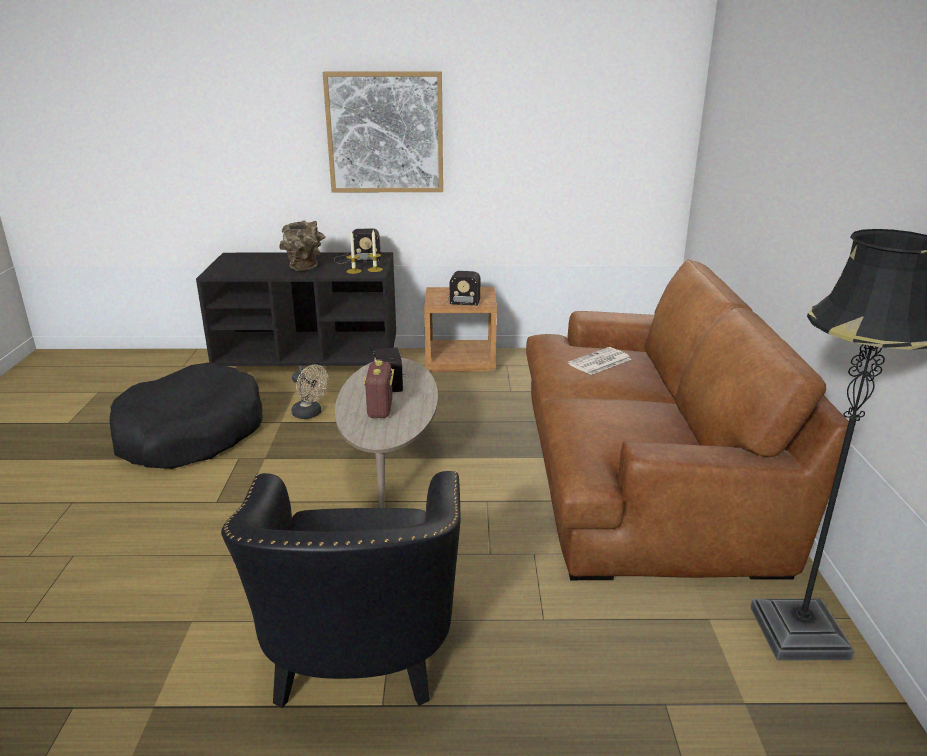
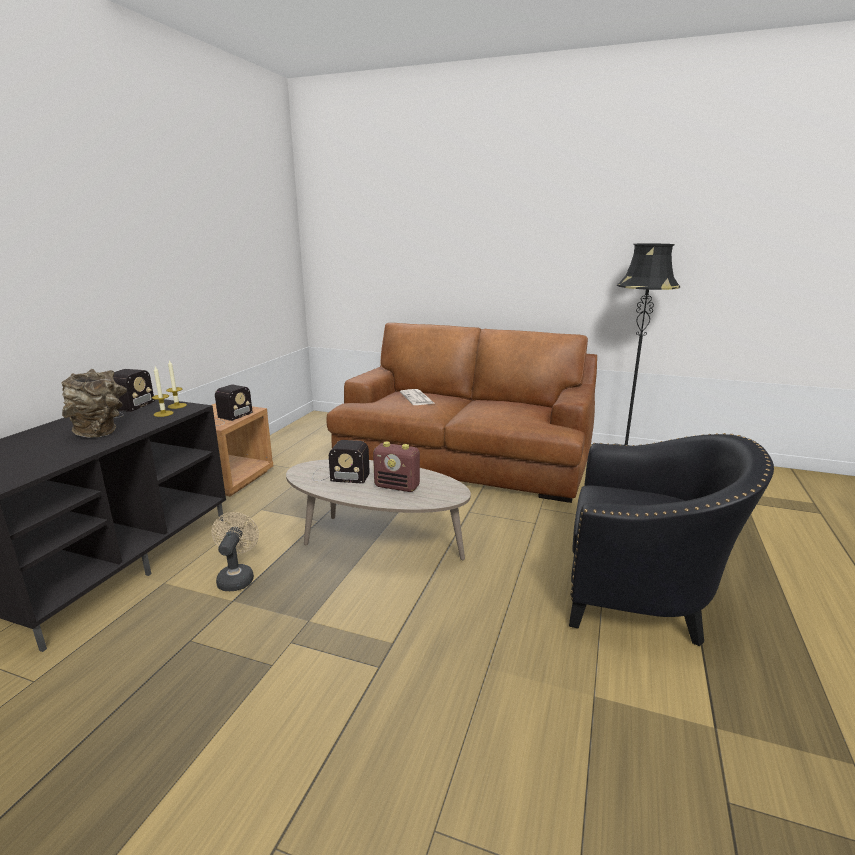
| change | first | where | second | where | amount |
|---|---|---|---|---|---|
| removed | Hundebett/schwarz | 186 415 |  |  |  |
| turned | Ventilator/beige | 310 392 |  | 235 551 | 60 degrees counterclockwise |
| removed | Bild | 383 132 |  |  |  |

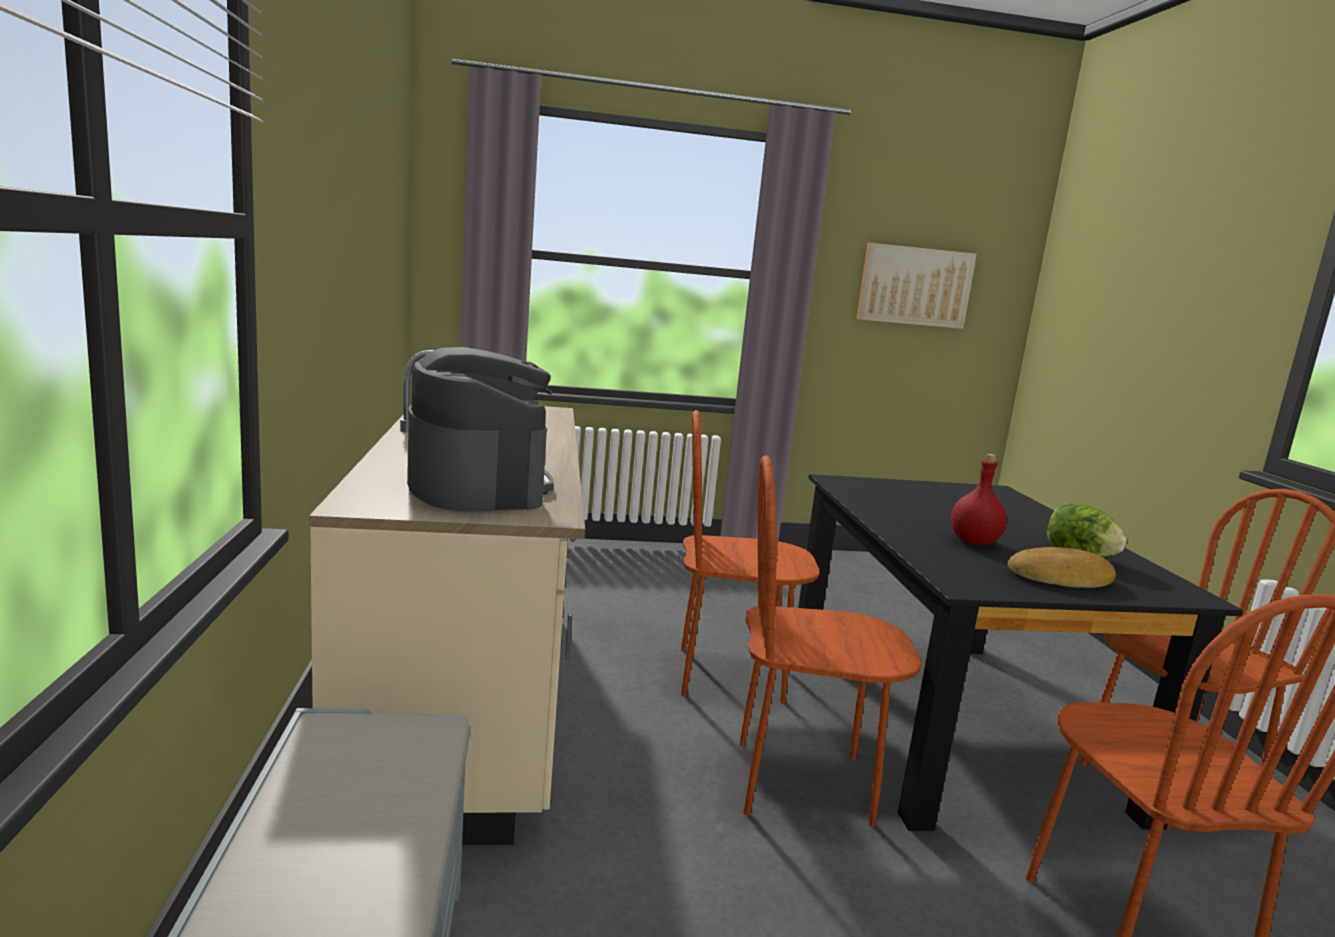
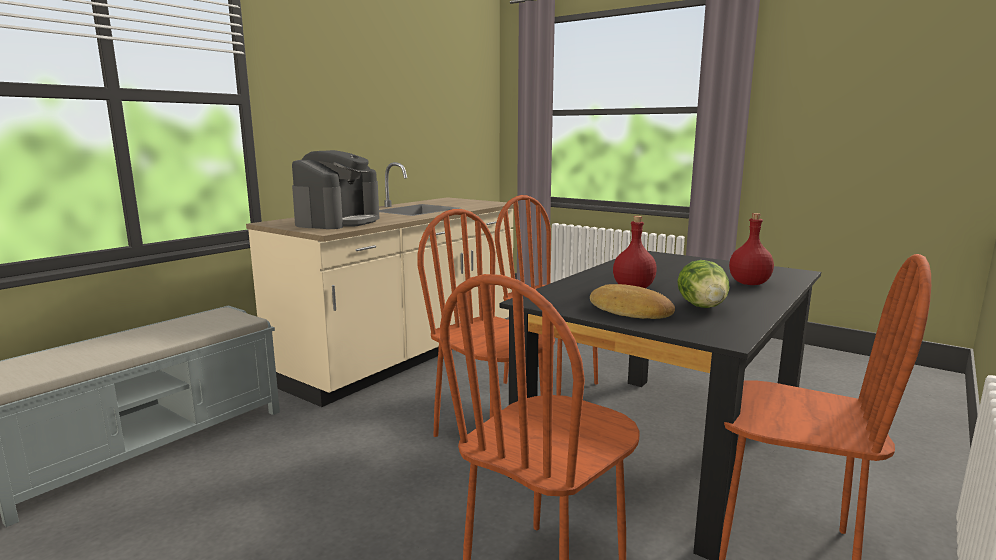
| change | first | where | second | where | amount |
|---|---|---|---|---|---|
| removed | Bild | 916 286 |  |  |  |
| added |  |  | Flasche/rot | 751 249 |  |

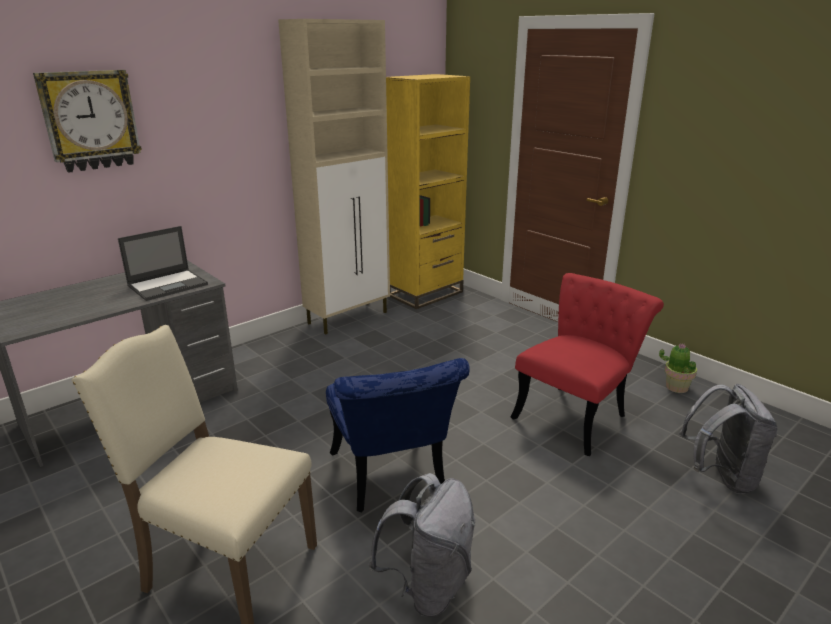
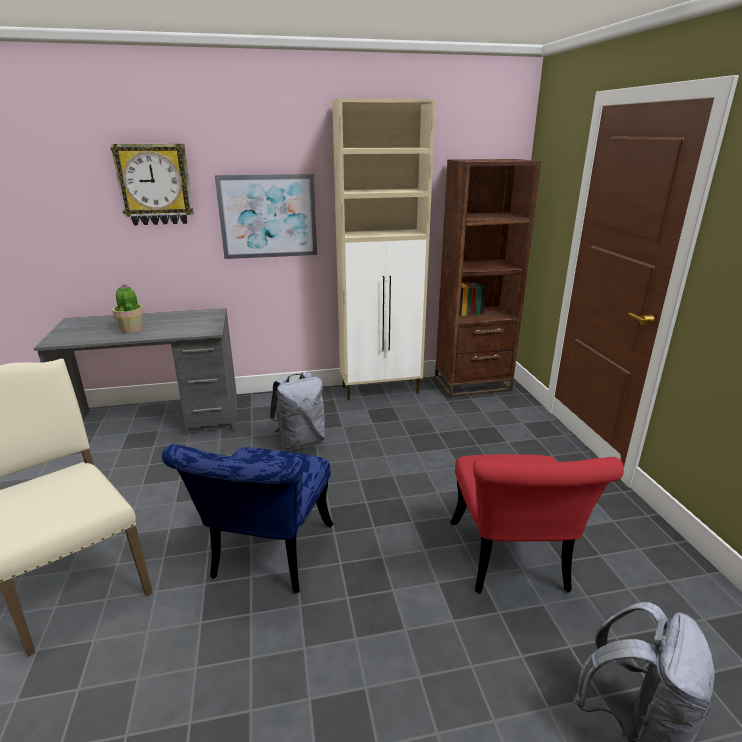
| change | first | where | second | where | amount |
|---|---|---|---|---|---|
| removed | Laptop | 163 263 |  |  |  |
| moved | Rucksack/grau | 422 545 |  | 297 411 |  |
| recoloured | Bücherregal/gelb | 428 191 | Bücherregal/braun | 488 278 |  |
| turned | Stuhl/rot | 587 364 |  | 537 524 | 105 degrees clockwise |
| moved | Topfpflanze | 678 368 |  | 128 308 |  |
| added |  |  | Bild | 266 216 |  |

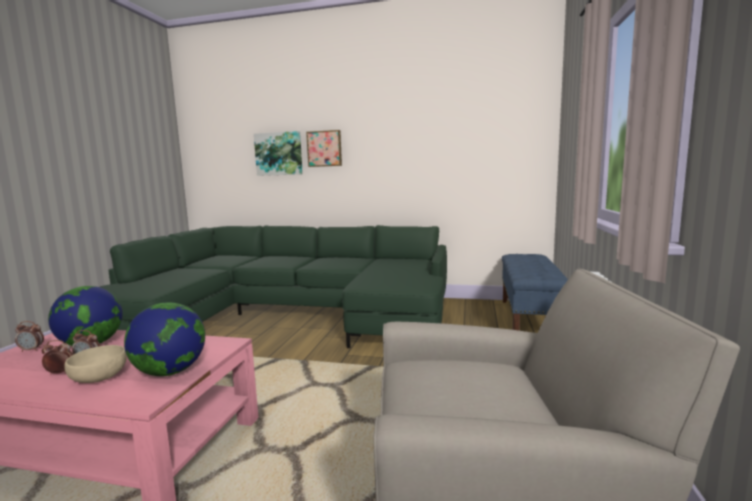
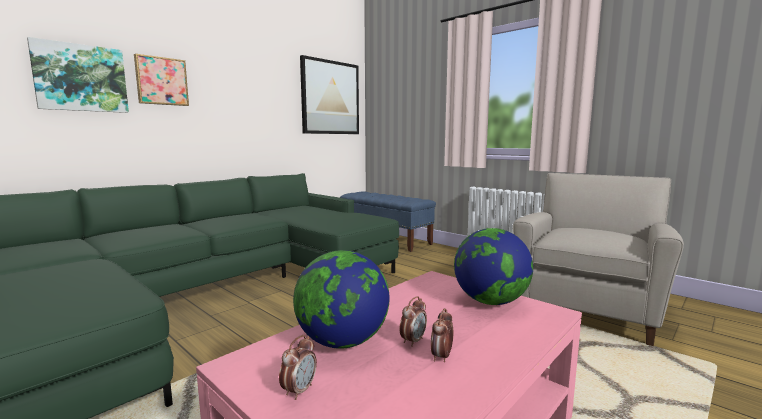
| change | first | where | second | where | amount |
|---|---|---|---|---|---|
| removed | Schüssel/beige | 95 364 |  |  |  |
| added |  |  | Bild | 329 94 |  |

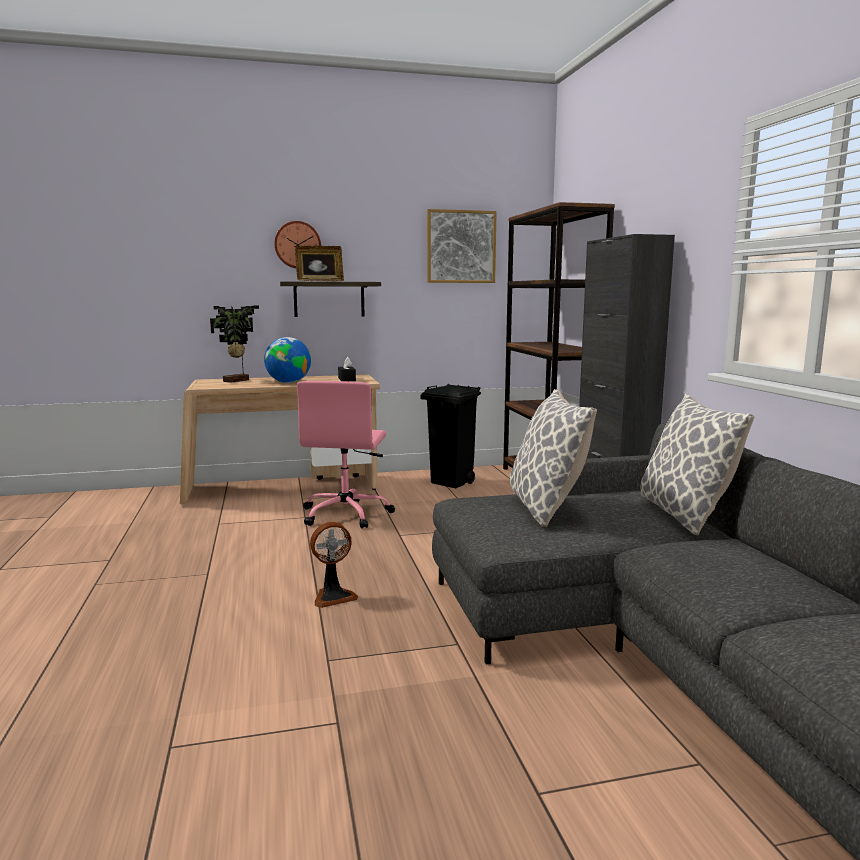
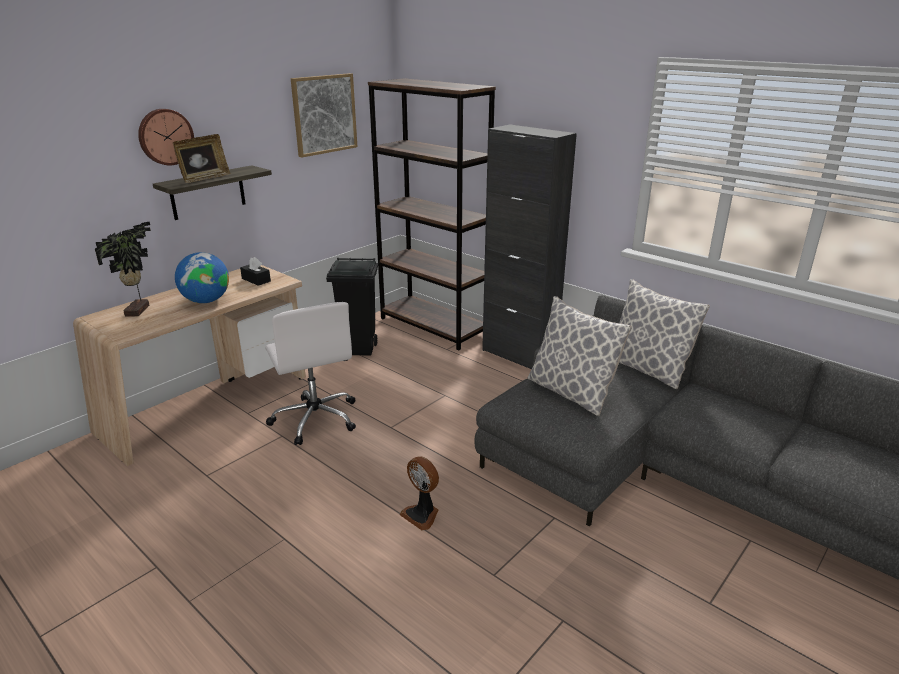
| change | first | where | second | where | amount |
|---|---|---|---|---|---|
| recoloured | Bürostuhl/rosa | 346 454 | Bürostuhl/weiß | 310 373 |  |
| turned | Ventilator | 334 565 |  | 419 493 | 105 degrees clockwise |

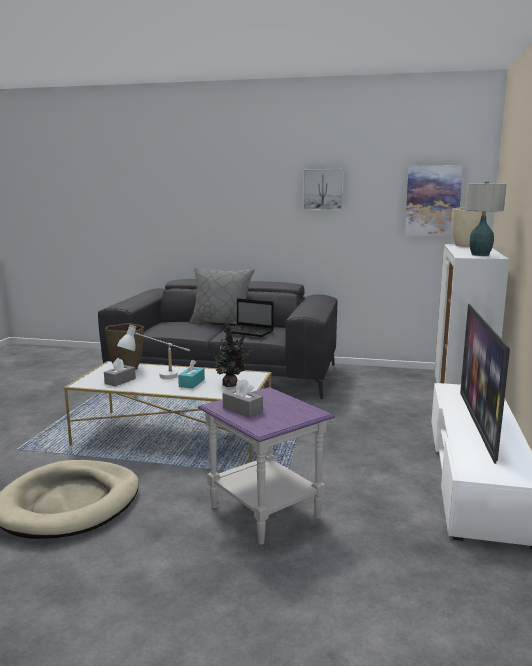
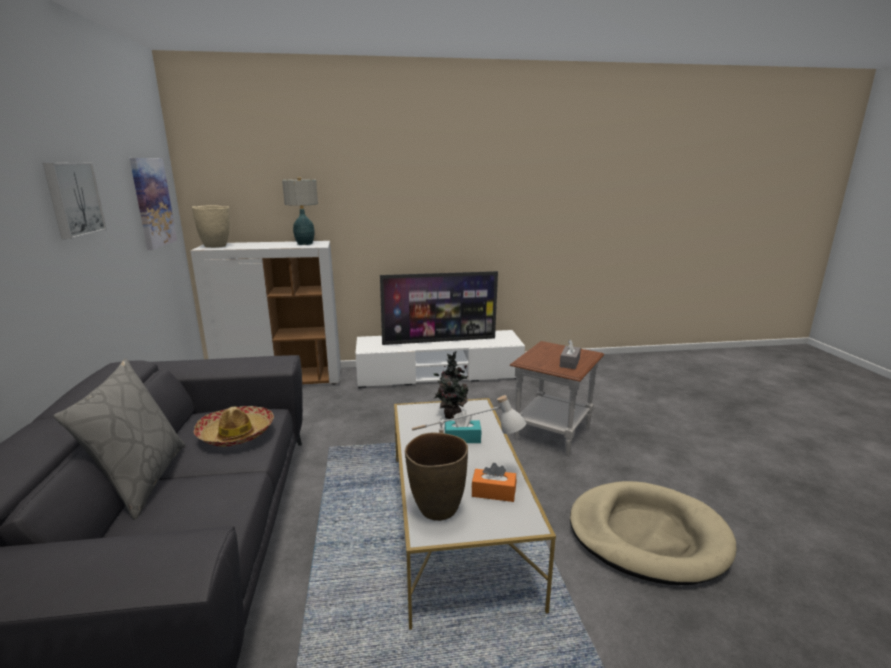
| change | first | where | second | where | amount |
|---|---|---|---|---|---|
| recoloured | Taschentuchbox/grau | 120 372 | Taschentuchbox/orange | 494 482 |  |
| recoloured | Beistelltisch/lila | 266 466 | Beistelltisch/braun | 556 398 |  |
| replaced | Laptop | 249 317 | Hut | 234 426 |  |

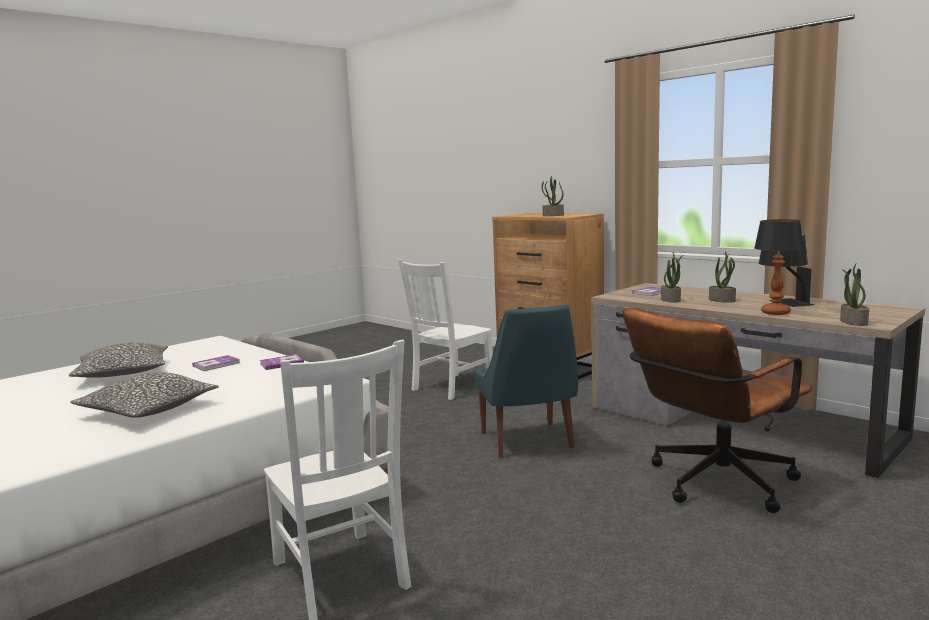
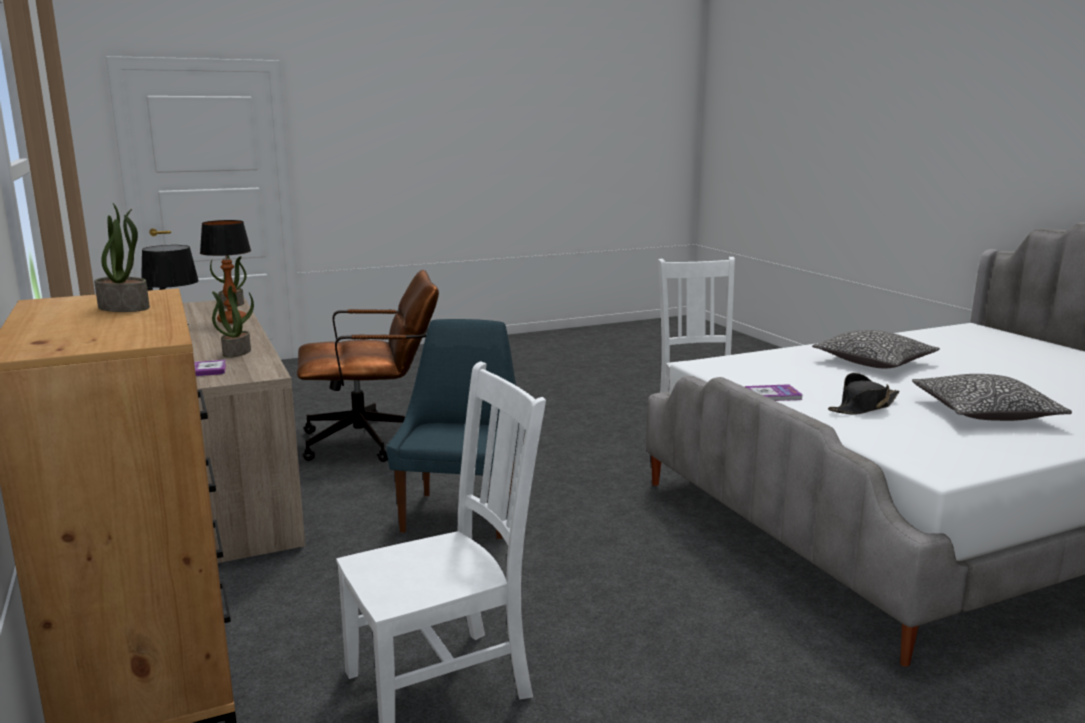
| change | first | where | second | where | amount |
|---|---|---|---|---|---|
| replaced | Buch | 216 363 | Hut/schwarz | 863 393 |  |
| removed | Topfpflanze | 722 277 |  |  |  |

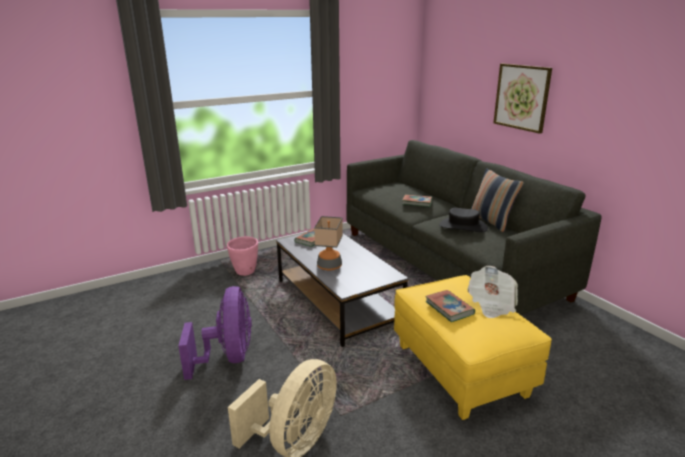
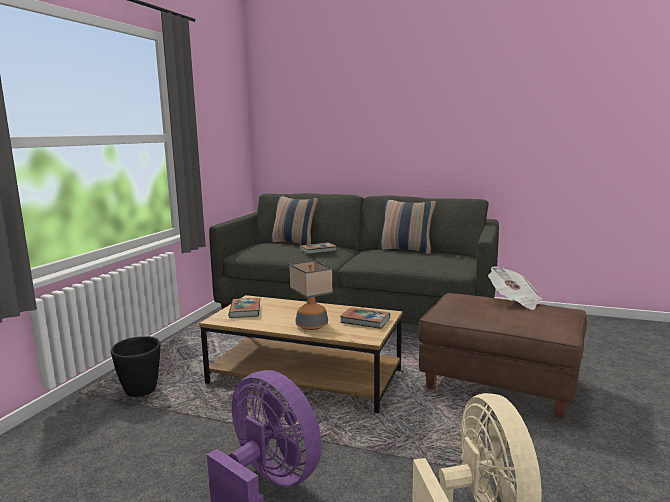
| change | first | where | second | where | amount |
|---|---|---|---|---|---|
| recoloured | Pflanzkübel/rosa | 242 256 | Pflanzkübel/schwarz | 136 366 |  |
| recoloured | Couchtisch/grau | 342 290 | Couchtisch/braun | 301 354 |  |
| recoloured | Polsterhocker/gelb | 473 347 | Polsterhocker/braun | 502 356 |  |
| moved | Buch | 450 306 |  | 365 318 |  |
| removed | Hut/schwarz | 463 220 |  |  |  |
| removed | Bild | 522 98 |  |  |  |
| added |  |  | Kissen | 294 220 |  |

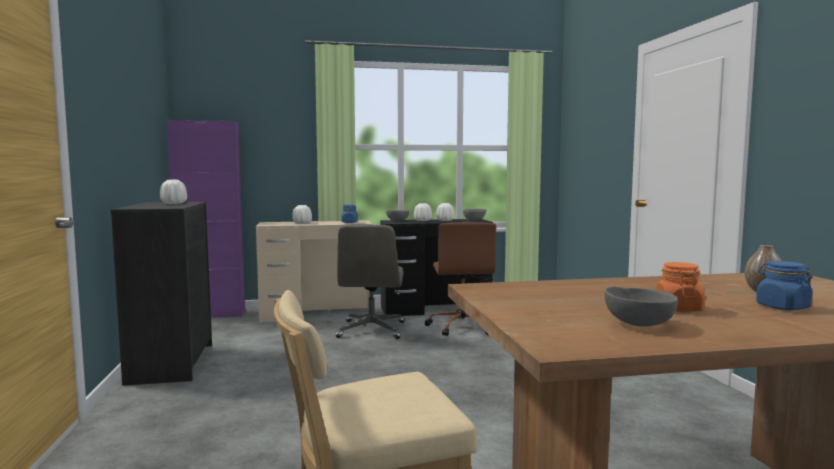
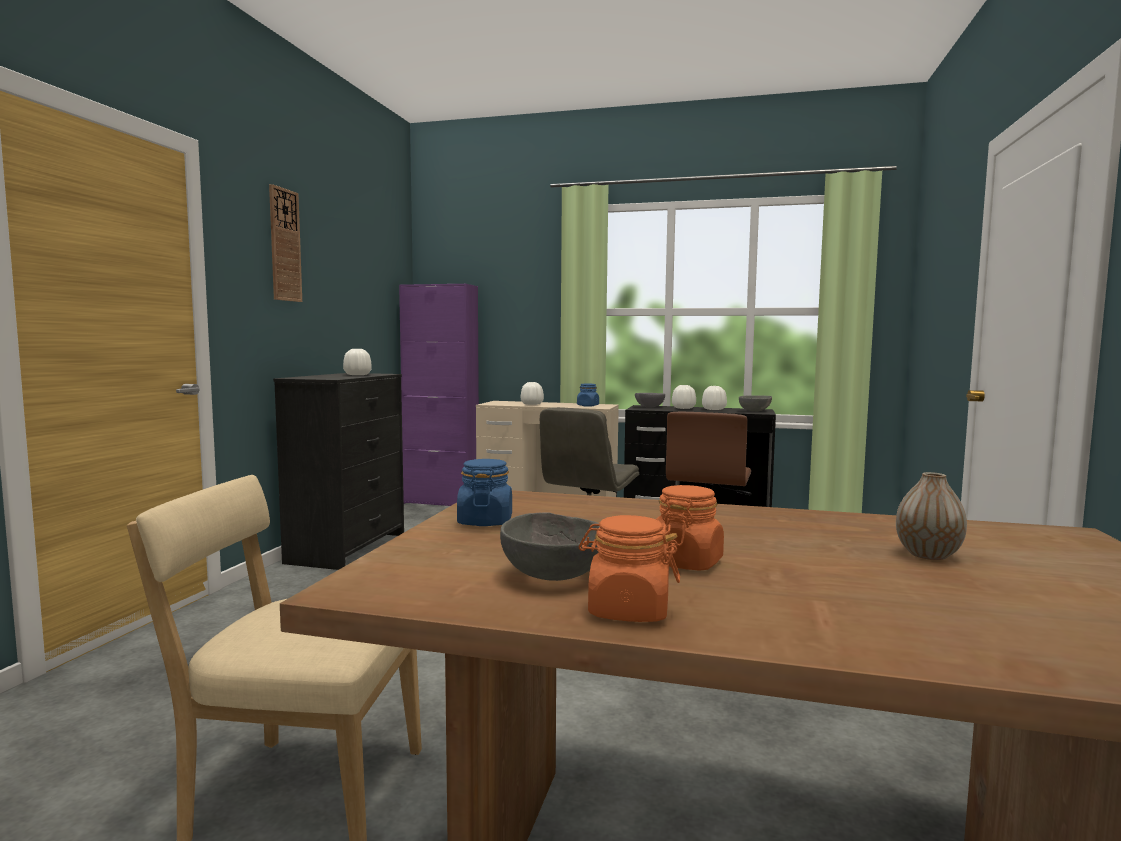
| change | first | where | second | where | amount |
|---|---|---|---|---|---|
| moved | Vorratsglas/blau | 784 285 |  | 484 492 |  |
| added |  |  | Wanduhr | 285 243 |  |
| added |  |  | Vorratsglas/orange | 629 568 |  |

